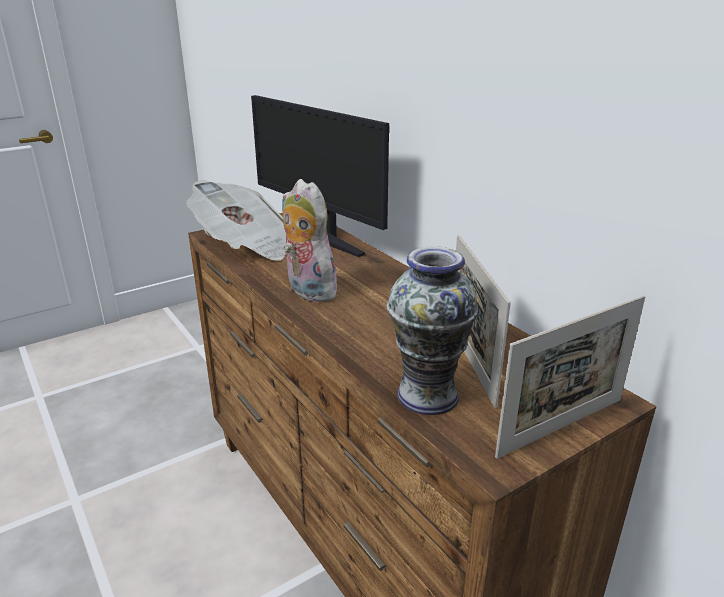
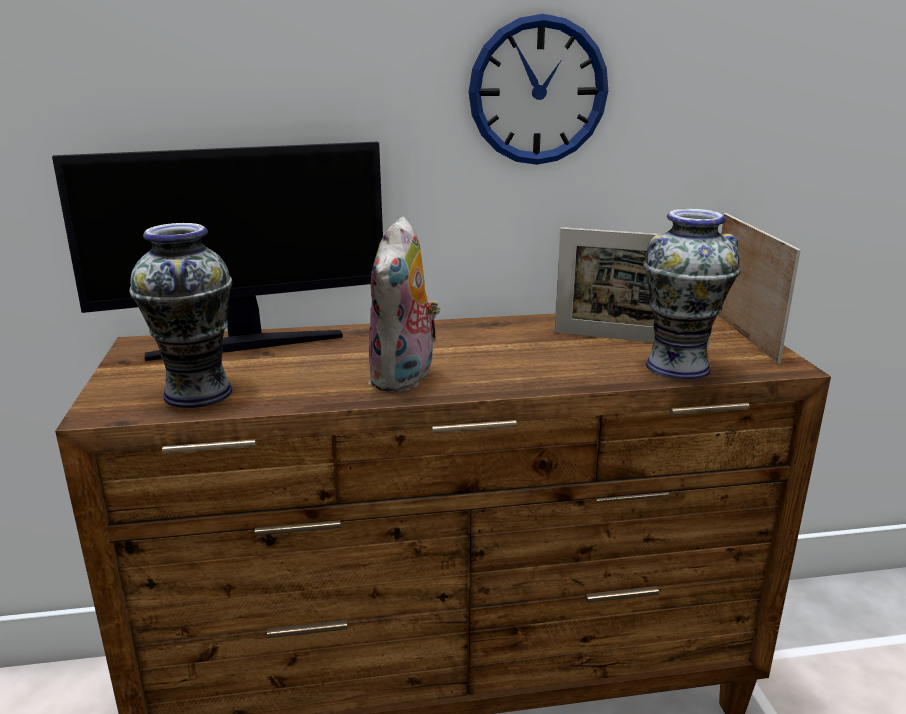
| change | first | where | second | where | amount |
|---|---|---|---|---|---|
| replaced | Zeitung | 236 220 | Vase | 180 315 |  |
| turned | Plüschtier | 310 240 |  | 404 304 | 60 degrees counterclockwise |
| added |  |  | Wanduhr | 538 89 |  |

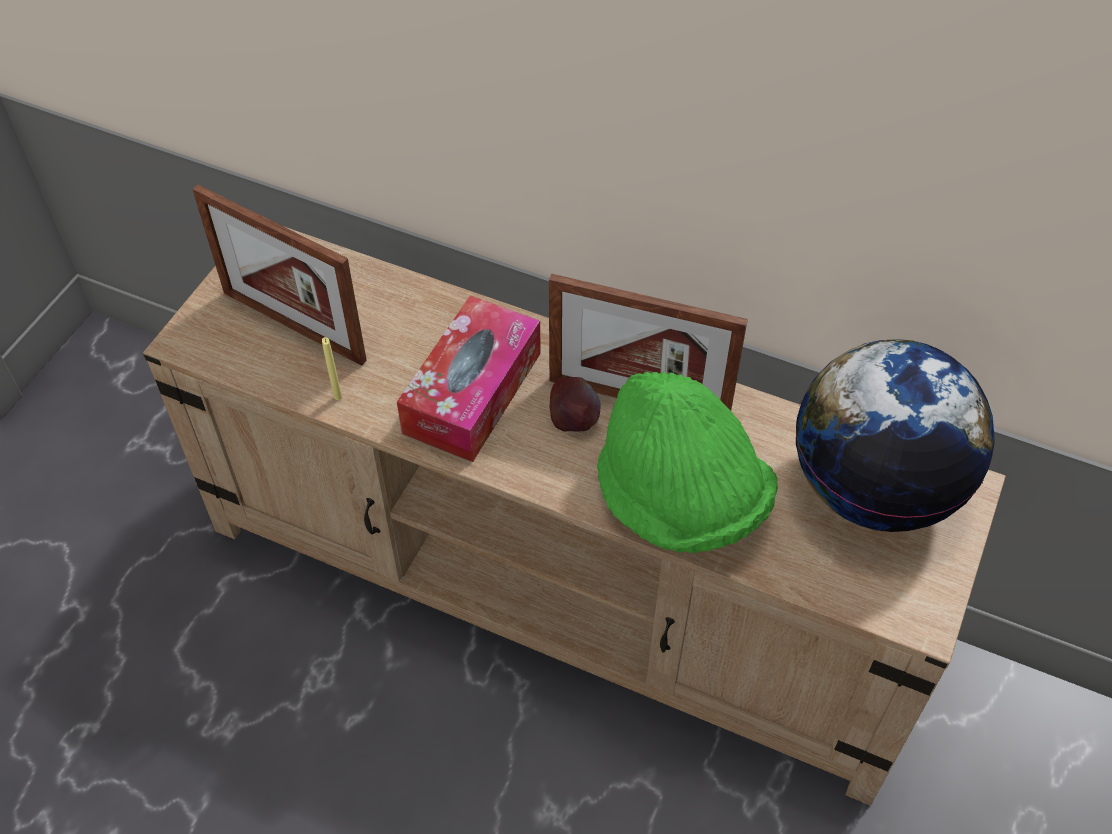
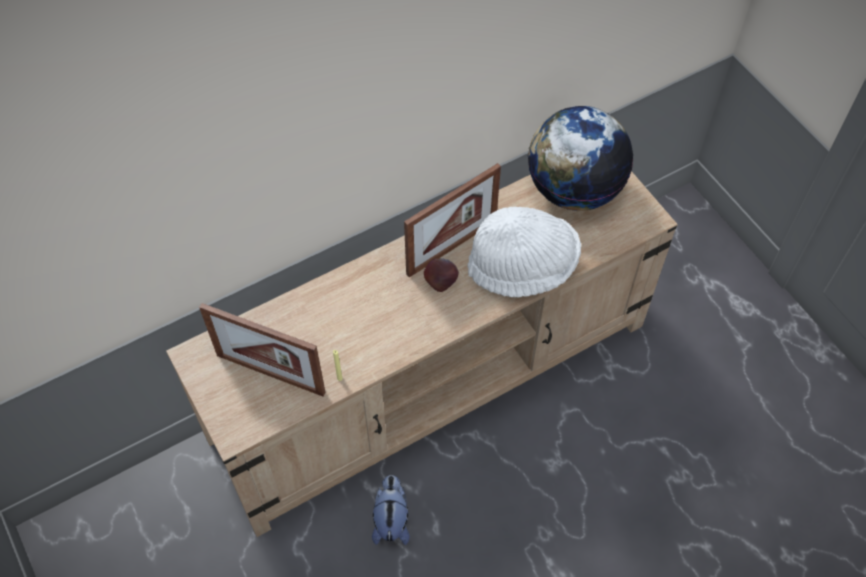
| change | first | where | second | where | amount |
|---|---|---|---|---|---|
| turned | Bilderrahmen | 279 275 |  | 262 349 | 45 degrees clockwise |
| removed | Taschentuchbox | 469 378 |  |  |  |
| recoloured | Hut/grün | 687 462 | Hut/weiß | 524 252 |  |
| added |  |  | Plüschtier | 391 510 |  |

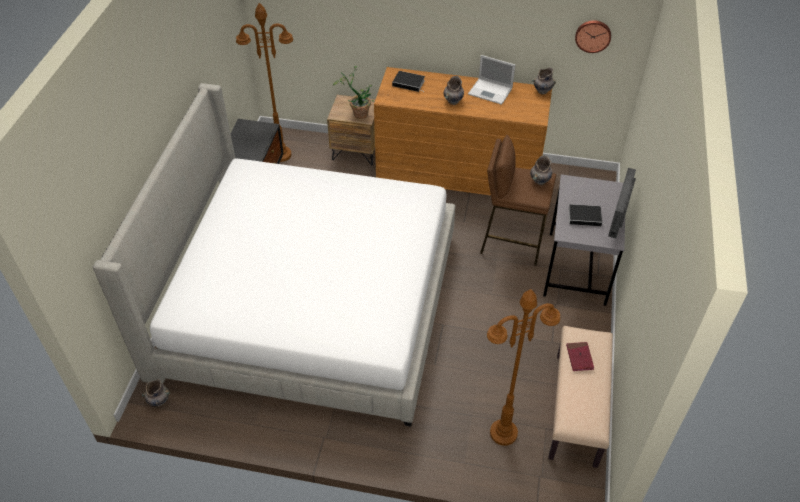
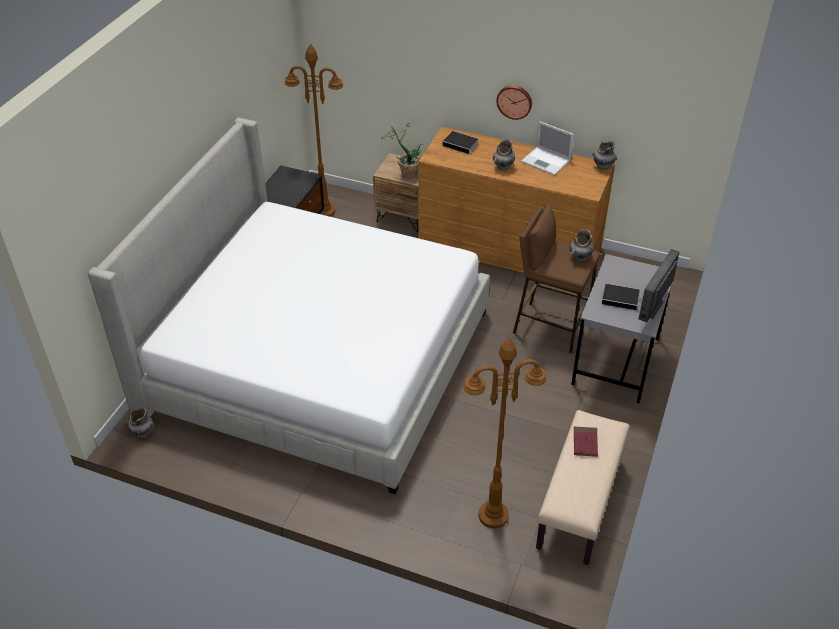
| change | first | where | second | where | amount |
|---|---|---|---|---|---|
| moved | Wanduhr | 593 36 |  | 514 102 |  |

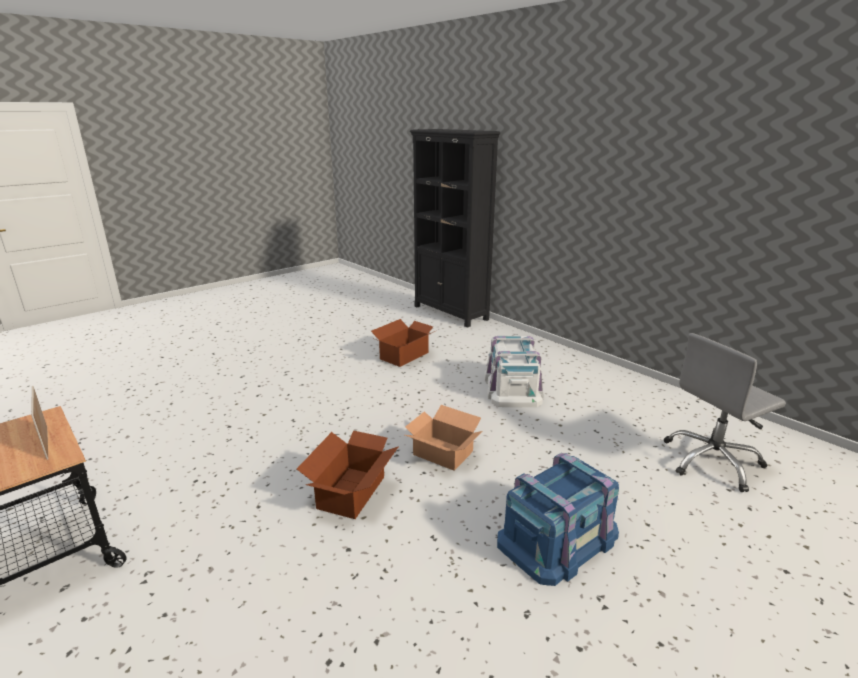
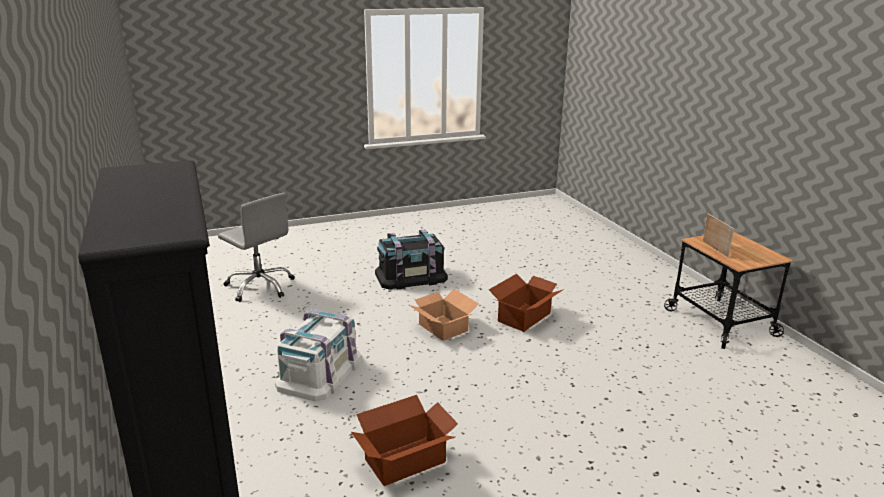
| change | first | where | second | where | amount |
|---|---|---|---|---|---|
| recoloured | Aufbewahrungsbox/blau | 558 519 | Aufbewahrungsbox/schwarz | 411 259 |  |
| turned | Bürostuhl/grau | 725 412 |  | 256 247 | 45 degrees clockwise |

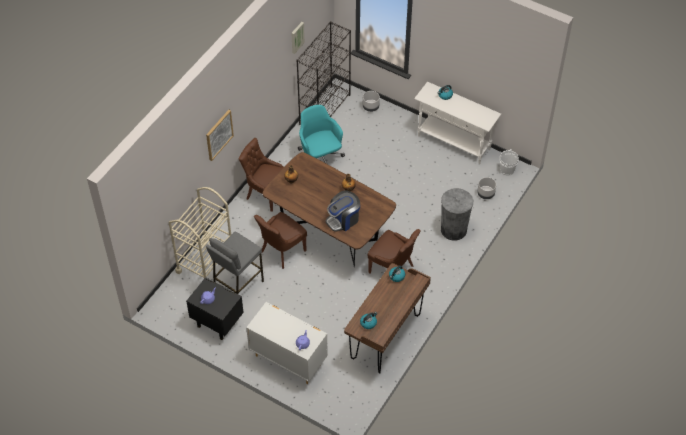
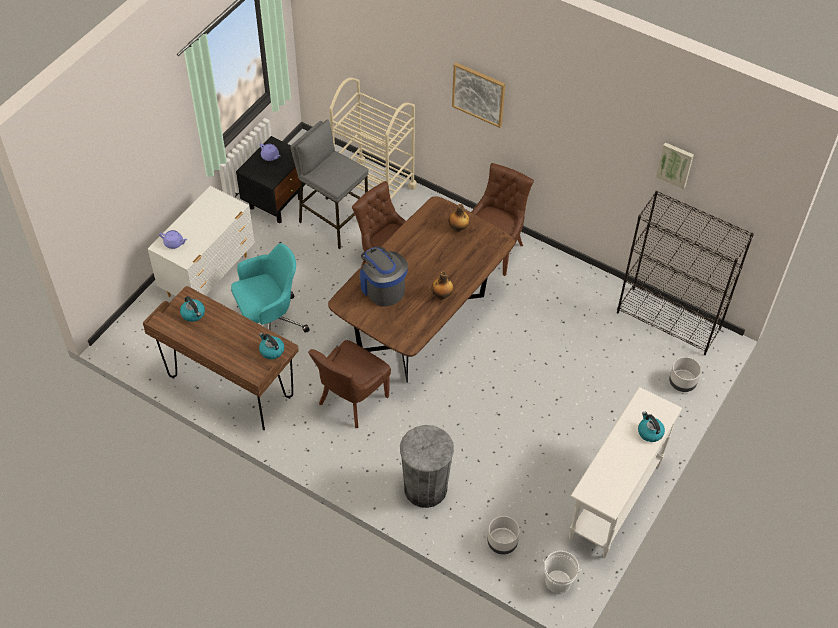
| change | first | where | second | where | amount |
|---|---|---|---|---|---|
| moved | Bürostuhl/türkis | 321 134 |  | 270 288 |  |

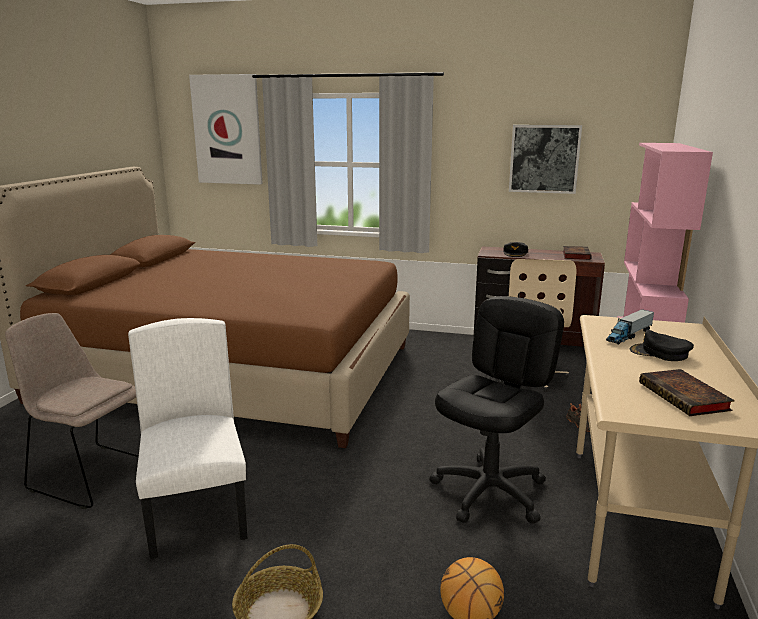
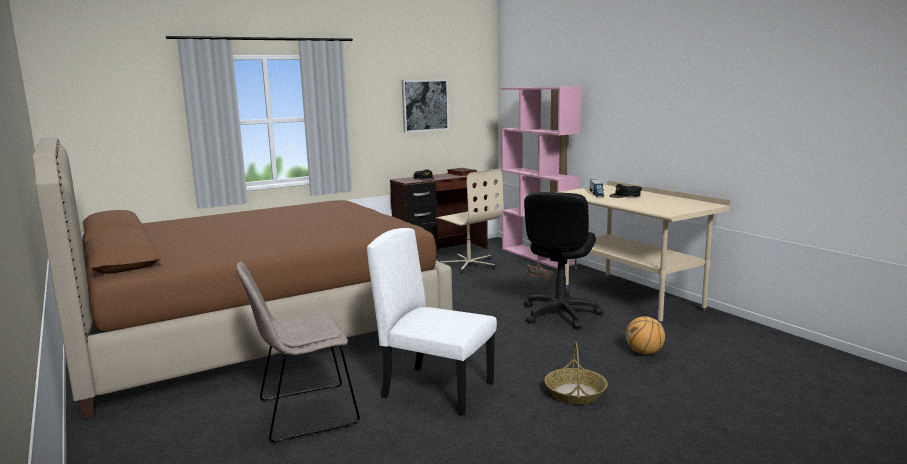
| change | first | where | second | where | amount |
|---|---|---|---|---|---|
| removed | Bild | 226 129 |  |  |  |
| turned | Bürostuhl/schwarz | 496 409 |  | 563 260 | 150 degrees counterclockwise |
| removed | Buch | 687 392 |  |  |  |

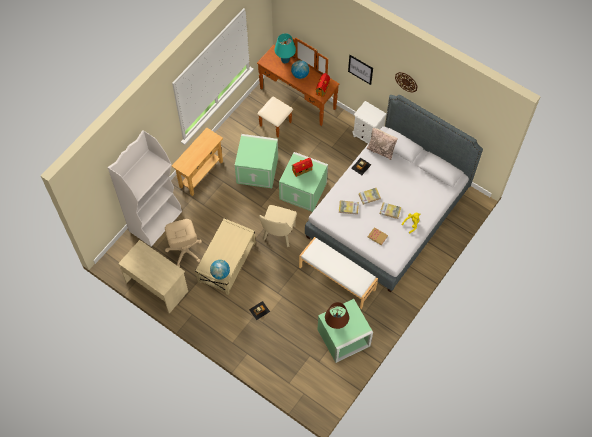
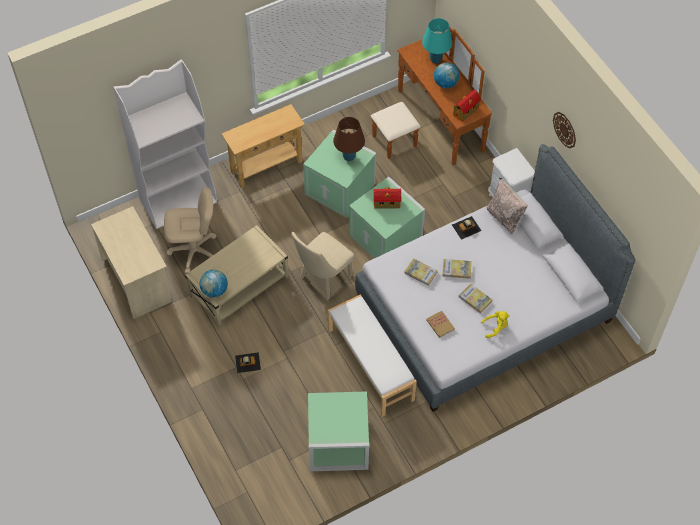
| change | first | where | second | where | amount |
|---|---|---|---|---|---|
| turned | Bürostuhl/beige | 183 243 |  | 190 230 | 105 degrees counterclockwise |
| moved | Tischlampe/braun | 337 315 |  | 349 139 |  |
| removed | Bild | 360 70 |  |  |  |

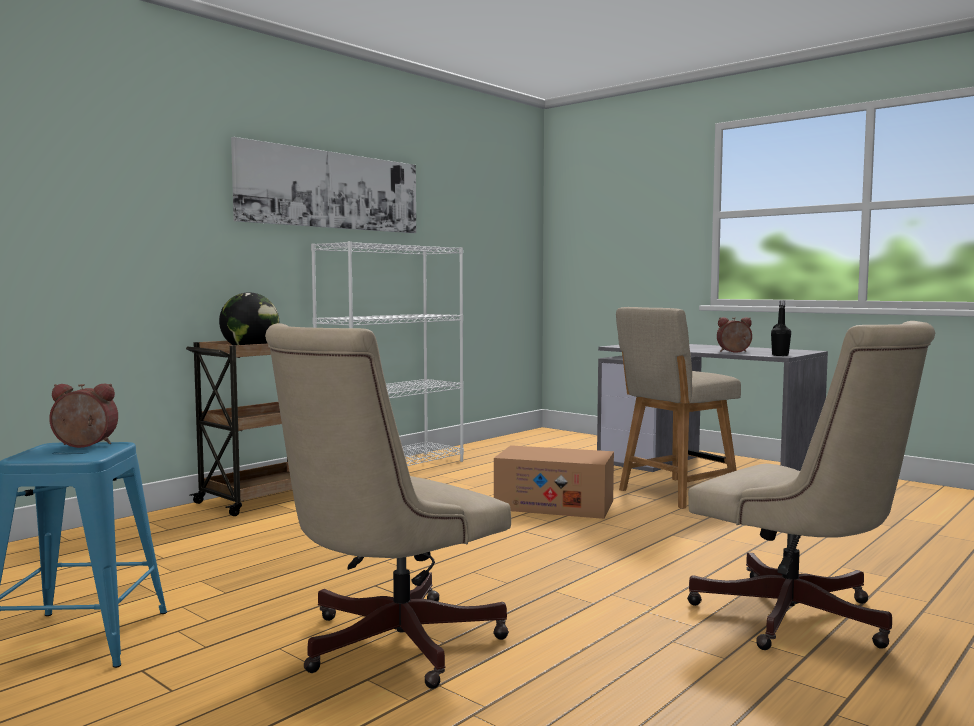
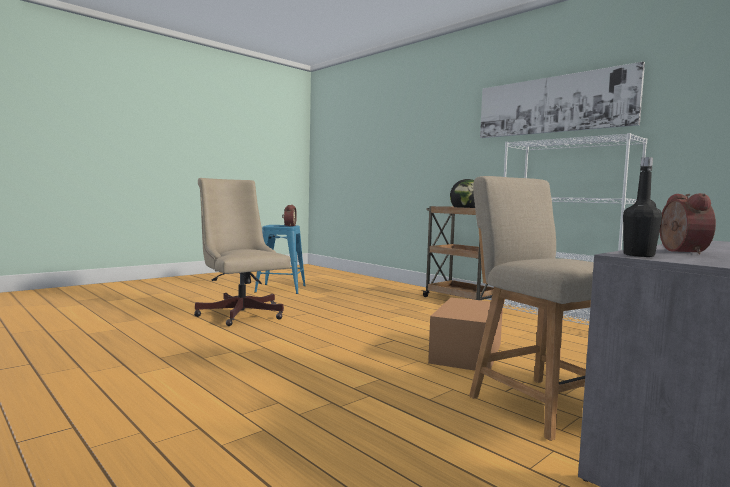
| change | first | where | second | where | amount |
|---|---|---|---|---|---|
| removed | Bürostuhl/beige | 811 485 |  |  |  |

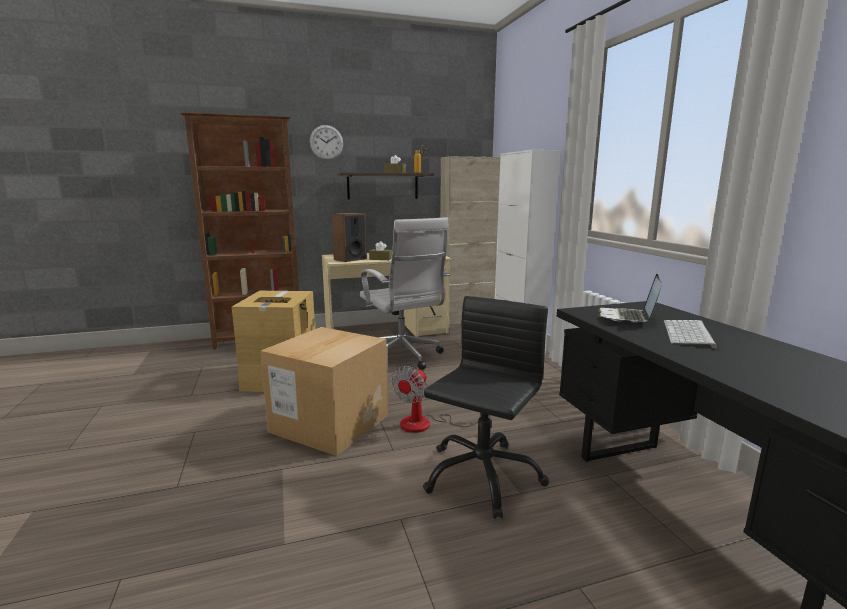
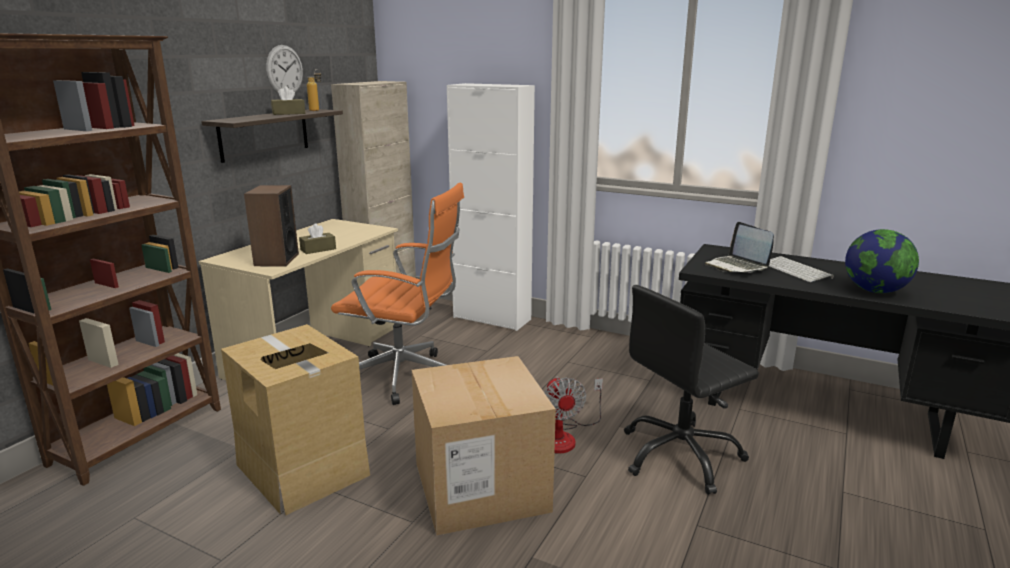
| change | first | where | second | where | amount |
|---|---|---|---|---|---|
| moved | Wanduhr | 326 142 |  | 284 69 |  |
| recoloured | Bürostuhl/weiß | 404 293 | Bürostuhl/orange | 397 294 |  |
| turned | Bürostuhl/schwarz | 486 407 |  | 691 390 | 105 degrees counterclockwise |
| added |  |  | Globus | 882 261 |  |

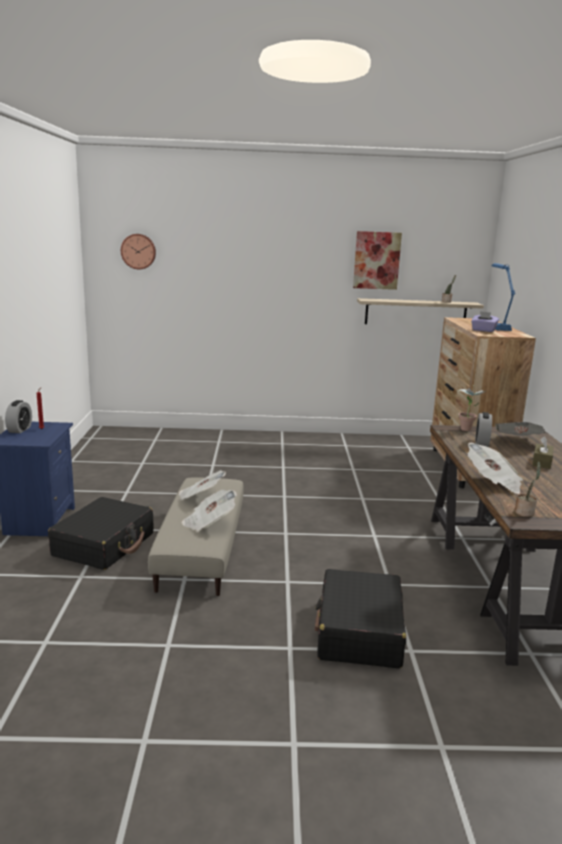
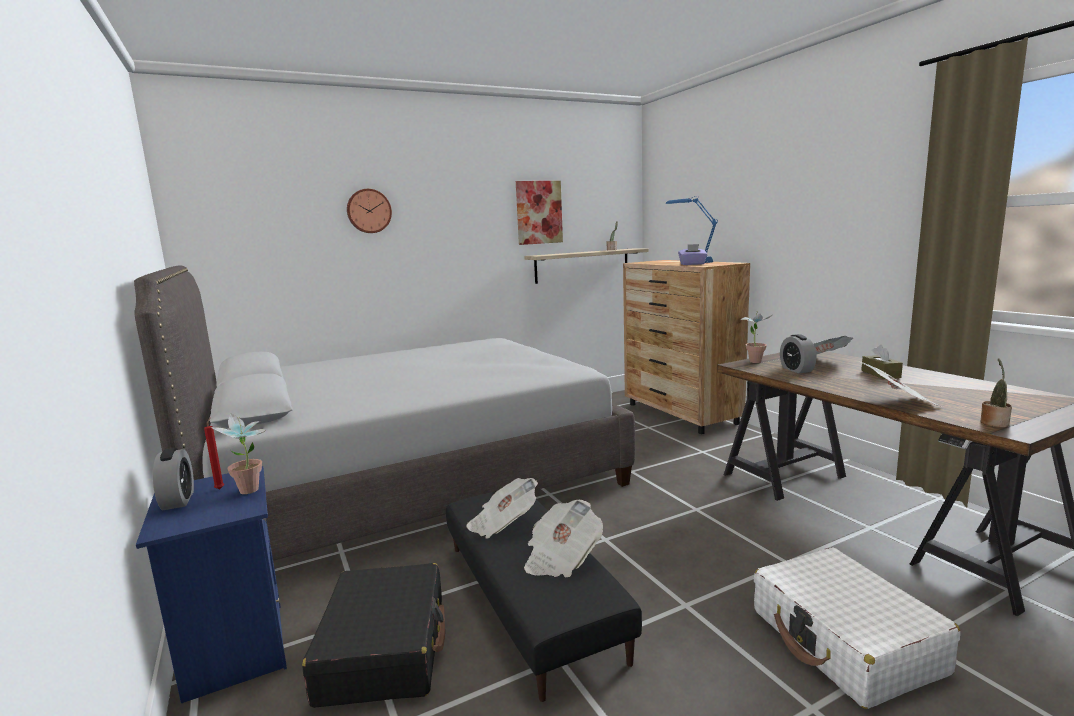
| change | first | where | second | where | amount |
|---|---|---|---|---|---|
| moved | Wanduhr | 138 251 |  | 369 211 |  |
| recoloured | Polsterhocker/beige | 196 536 | Polsterhocker/schwarz | 544 596 |  |
| recoloured | Koffer/schwarz | 360 618 | Koffer/weiß | 857 628 |  |
| added |  |  | Bett/grau | 384 413 |  |
| added |  |  | Topfpflanze | 238 453 |  |

